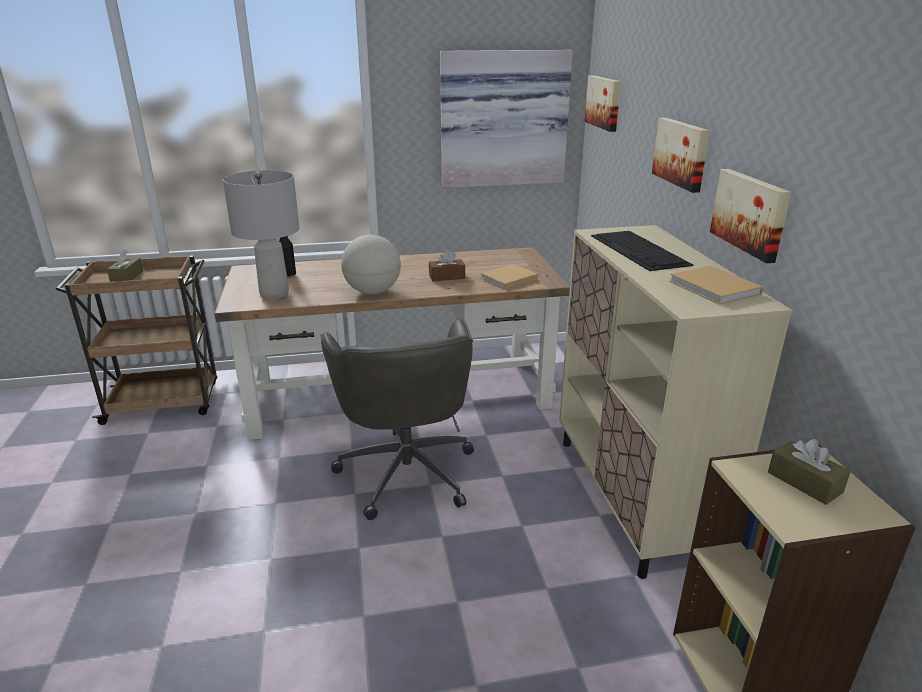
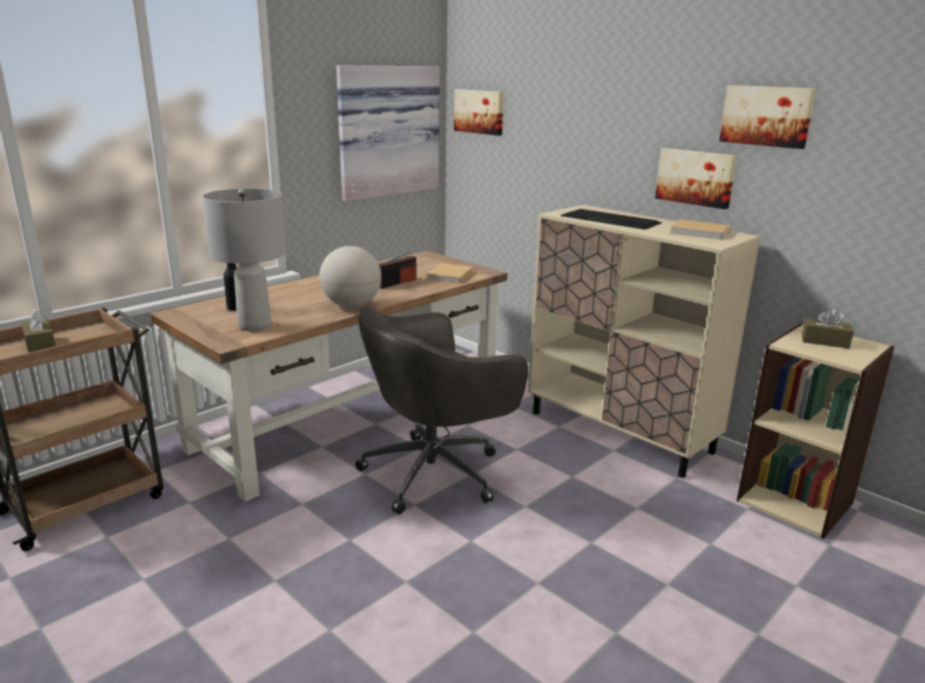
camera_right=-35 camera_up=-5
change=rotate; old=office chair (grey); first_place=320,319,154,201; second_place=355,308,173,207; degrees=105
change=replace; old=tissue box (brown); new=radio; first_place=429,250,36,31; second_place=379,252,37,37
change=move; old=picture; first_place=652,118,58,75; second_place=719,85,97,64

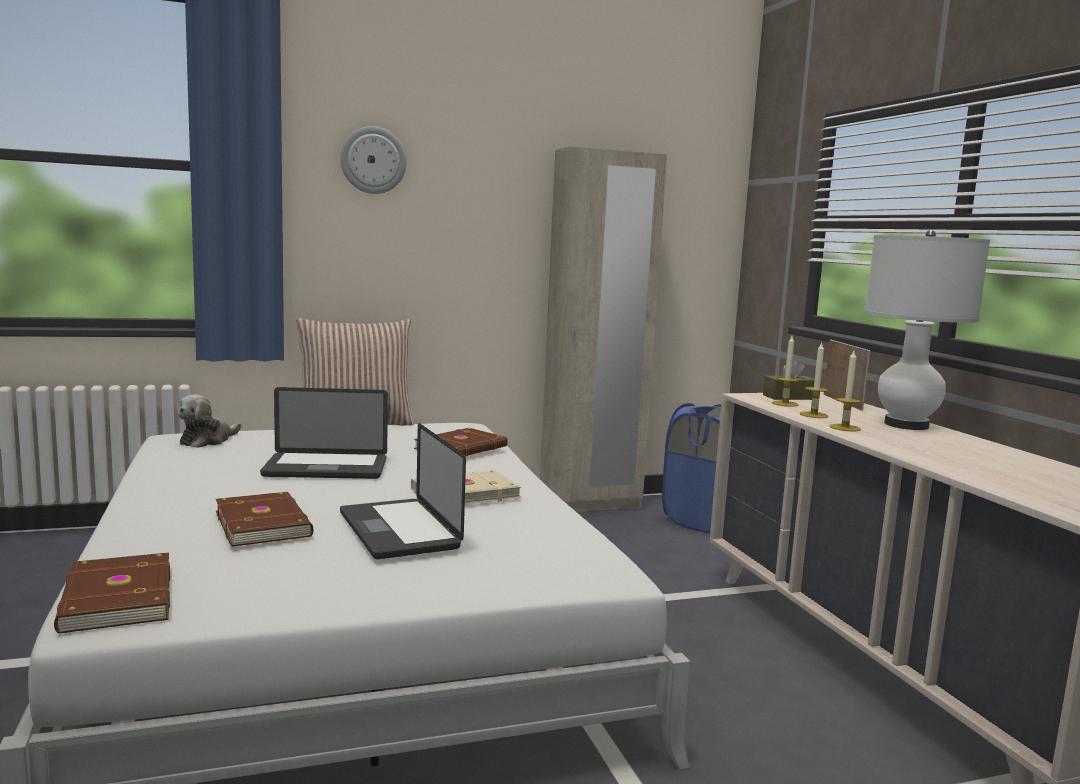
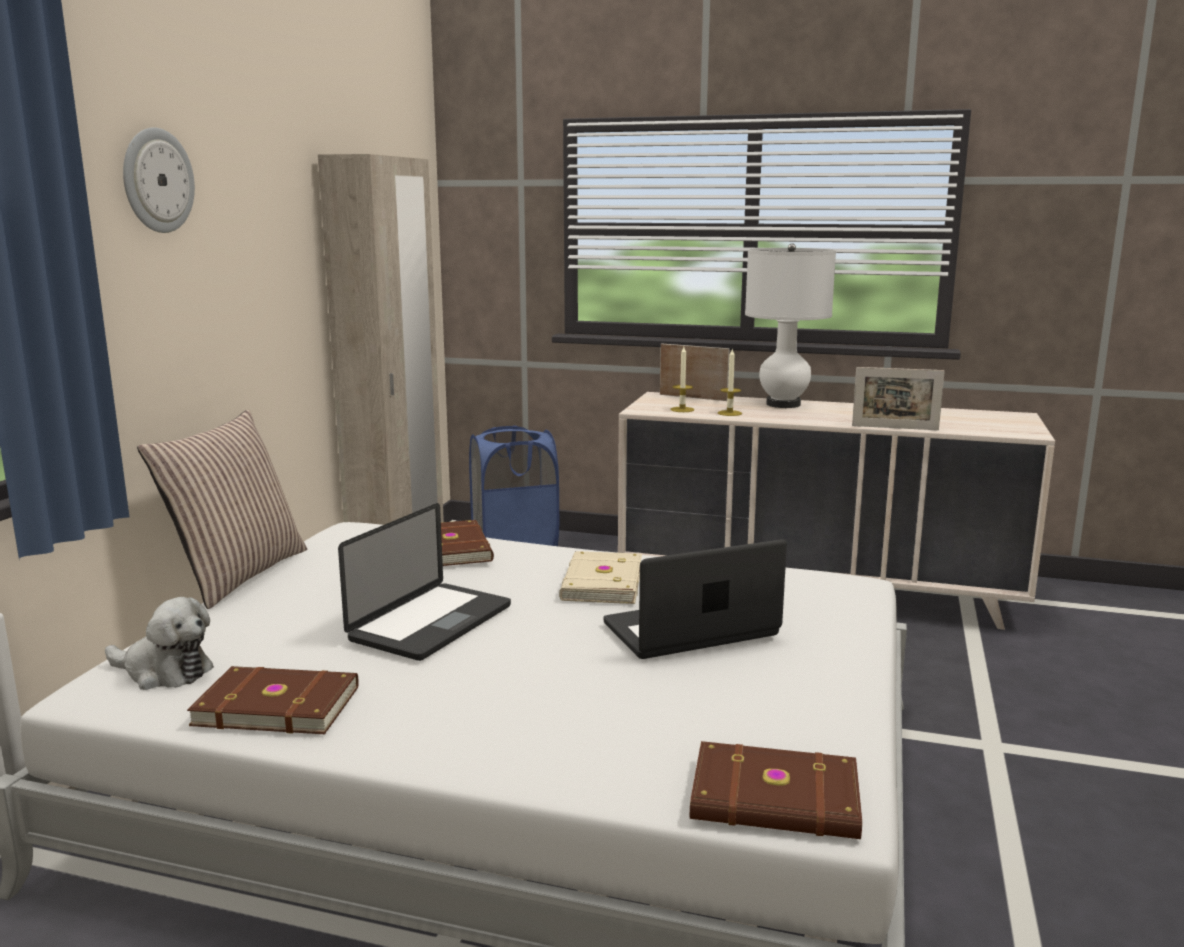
camera_right=-55 camera_up=5
change=rotate; old=plush toy; first_place=177,394,64,54; second_place=105,597,109,93; degrees=-45
change=move; old=book (brown); first_place=216,492,97,55; second_place=187,666,172,68
change=rotate; old=laptop; first_place=340,423,126,136; second_place=604,539,183,120; degrees=150
change=delete; old=tissue box (brown); first_place=763,359,52,41
change=delete; old=candle; first_place=830,351,32,80
change=insert; new=picture frame; second_place=852,367,93,63

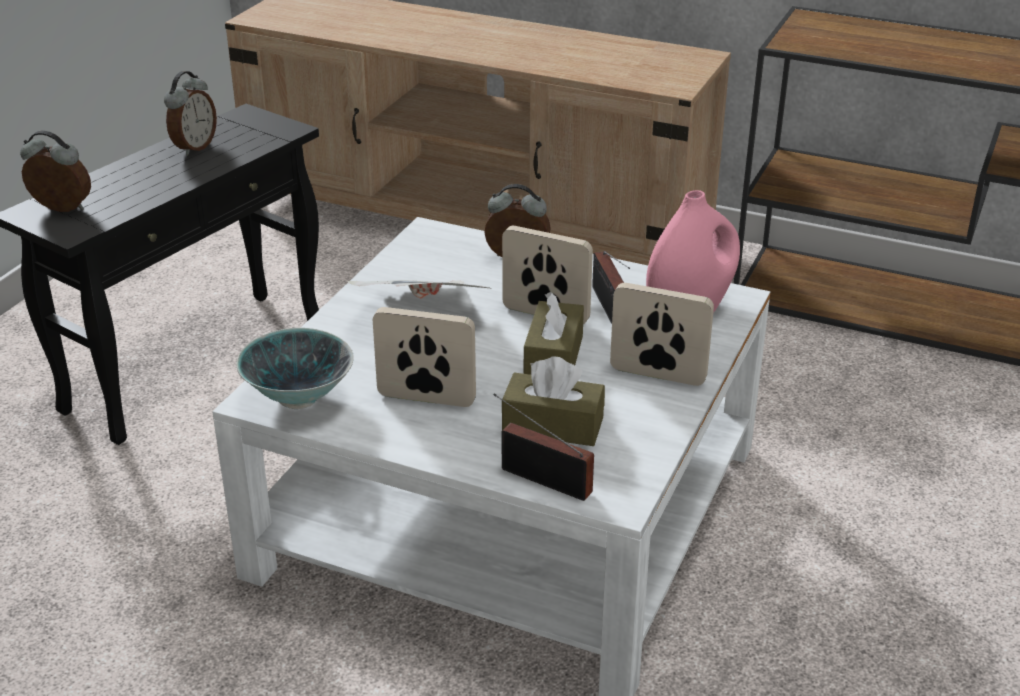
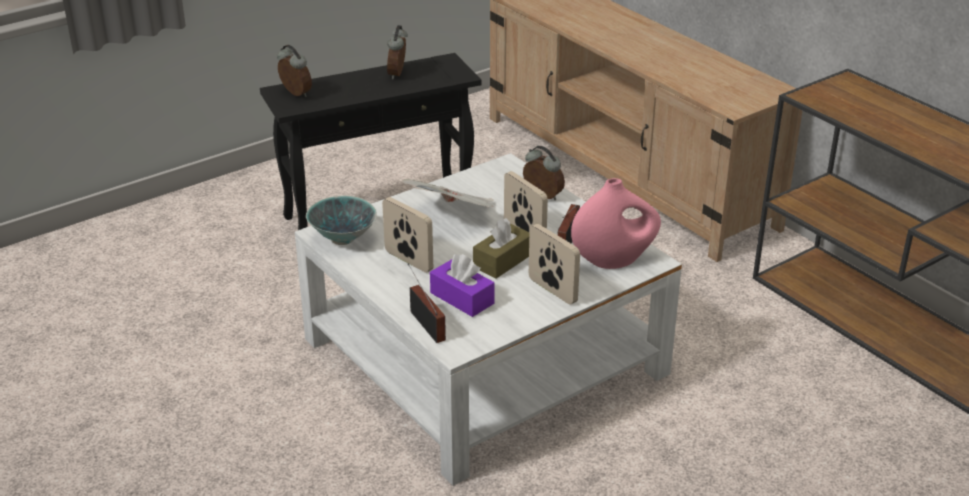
camera_right=30 camera_up=0
change=rotate; old=alarm clock; first_place=164,71,53,85; second_place=387,25,21,54; degrees=135
change=recolor; old=tissue box (brown); new=tissue box (purple); first_place=502,357,103,89; second_place=430,254,65,63

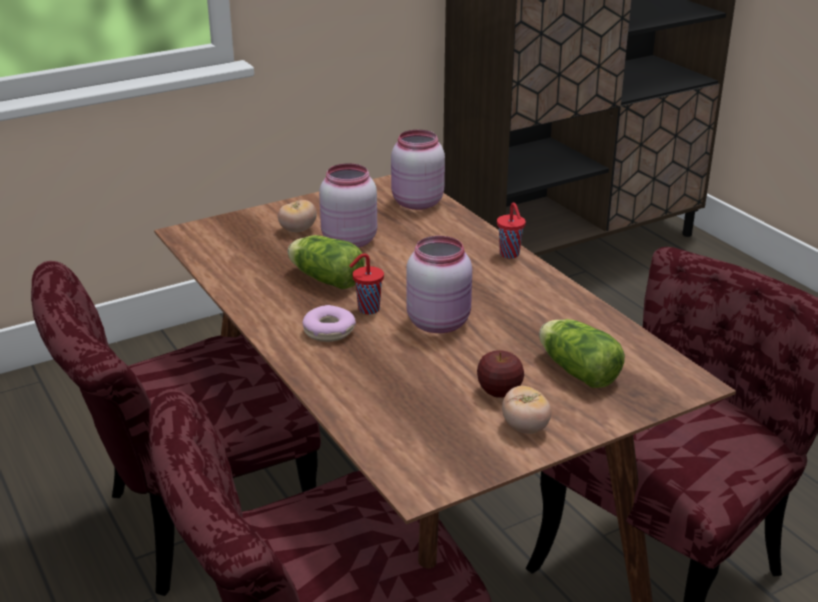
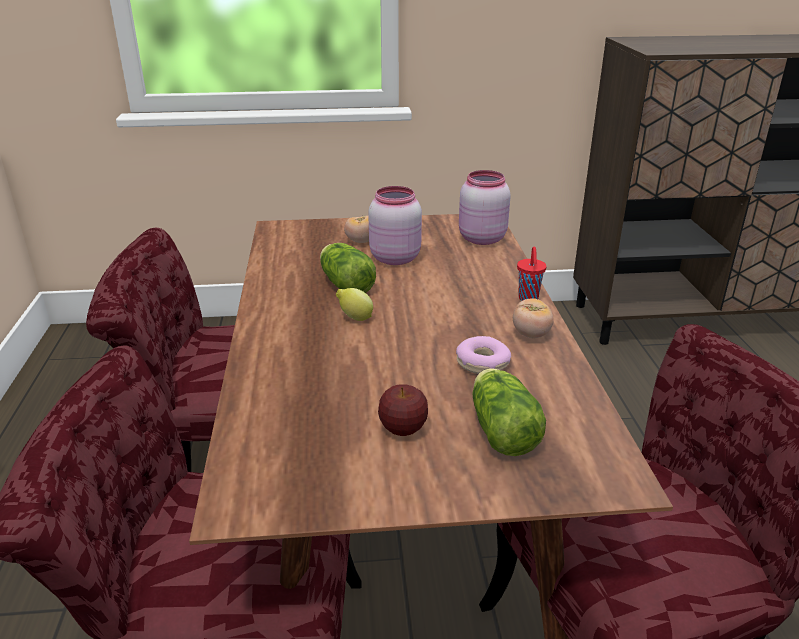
camera_right=25 camera_up=0
change=move; old=donut; first_place=303,305,53,37; second_place=456,336,55,38
change=replace; old=cup (red); new=lemon; first_place=349,253,35,61; second_place=336,288,37,33
change=delete; old=jar (pink); first_place=406,236,66,97
change=move; old=tomato; first_place=502,386,49,48; second_place=513,298,41,40

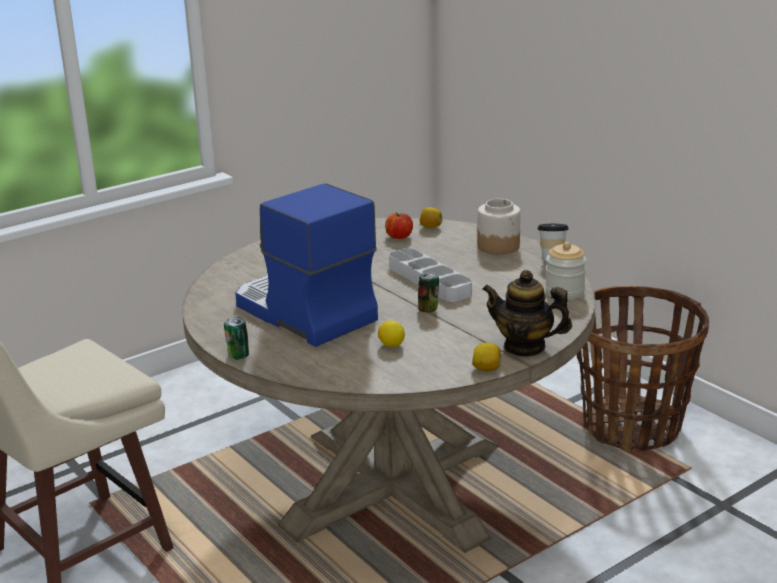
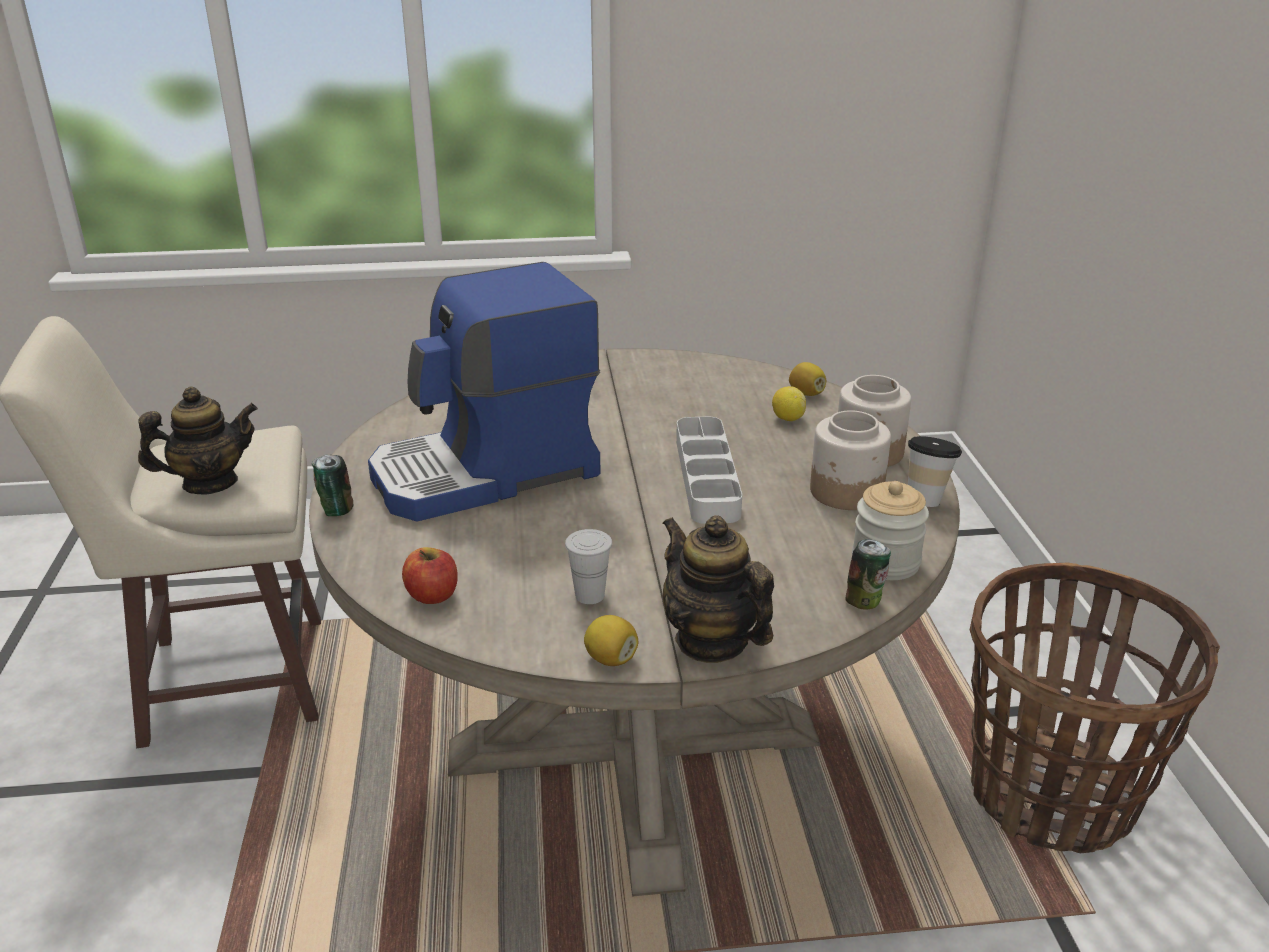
camera_right=30 camera_up=5
change=rotate; old=coffee machine; first_place=235,184,143,163; second_place=368,262,233,259; degrees=-105
change=move; old=lemon; first_place=378,320,27,27; second_place=772,386,34,35
change=move; old=apple; first_place=385,212,28,27; second_place=402,547,56,57
change=move; old=can; first_place=418,273,21,39; second_place=846,539,45,71
change=insert; new=teapot; second_place=138,386,120,109
change=insert; new=cup (white); second_place=565,529,47,75
change=insert; new=jar; second_place=810,410,81,100

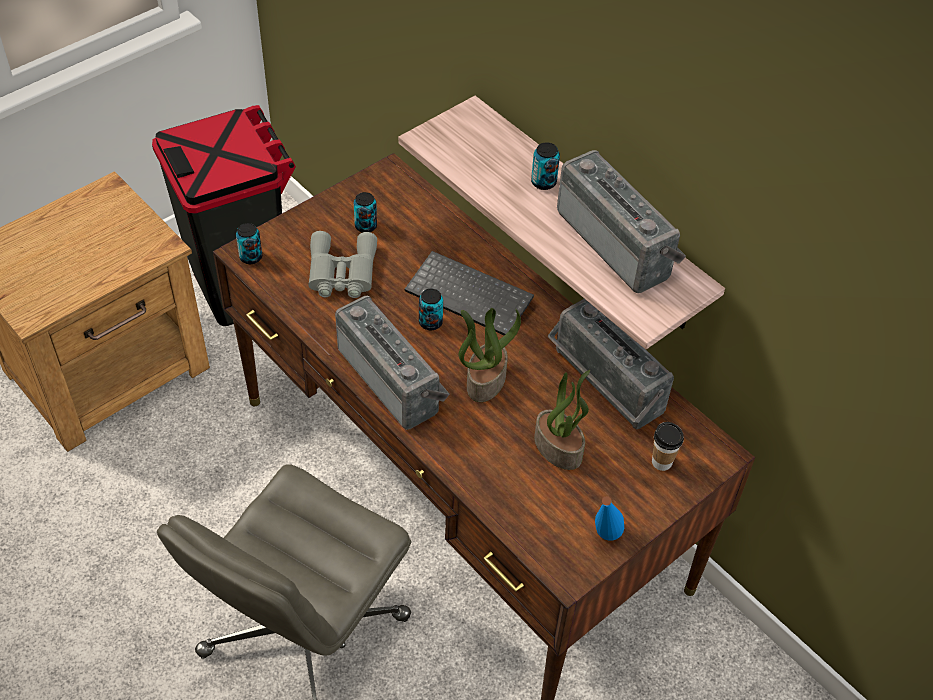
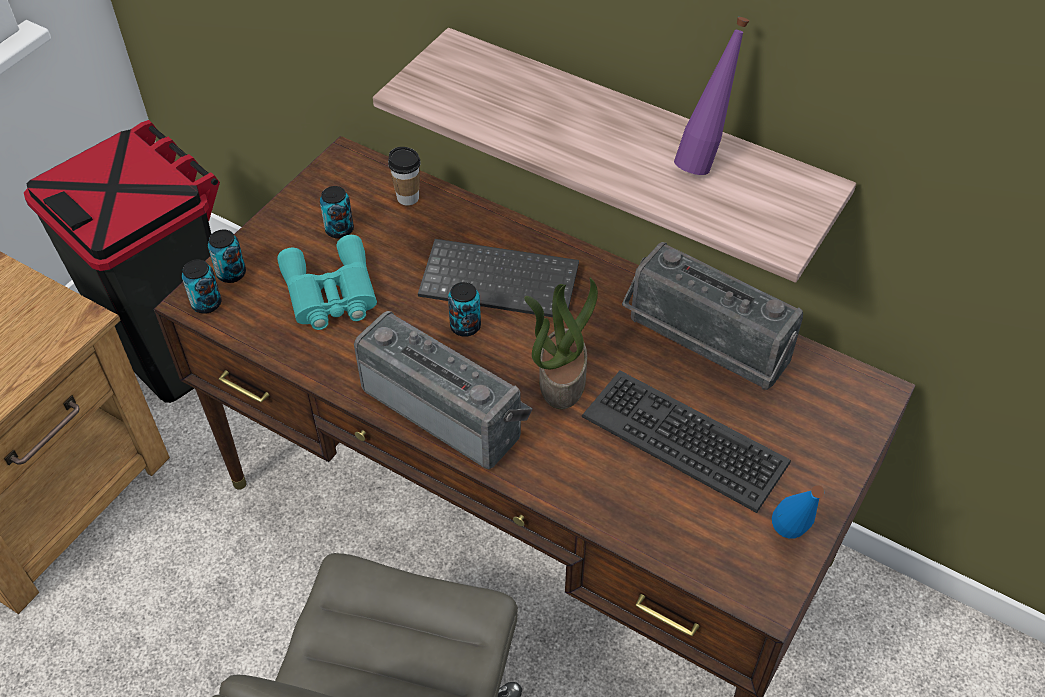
camera_right=-15 camera_up=0
change=recolor; old=binoculars (grey); new=binoculars (turquoise); first_place=308,231,69,67; second_place=277,235,100,95
change=move; old=can; first_place=531,142,29,48; second_place=208,230,38,53
change=replace; old=potted plant; new=keyboard; first_place=534,370,56,100; second_place=582,370,209,143
change=replace; old=radio; new=bottle (purple); first_place=557,150,129,143; second_place=674,17,75,158
change=move; old=cup; first_place=652,422,32,49; second_place=388,147,33,58

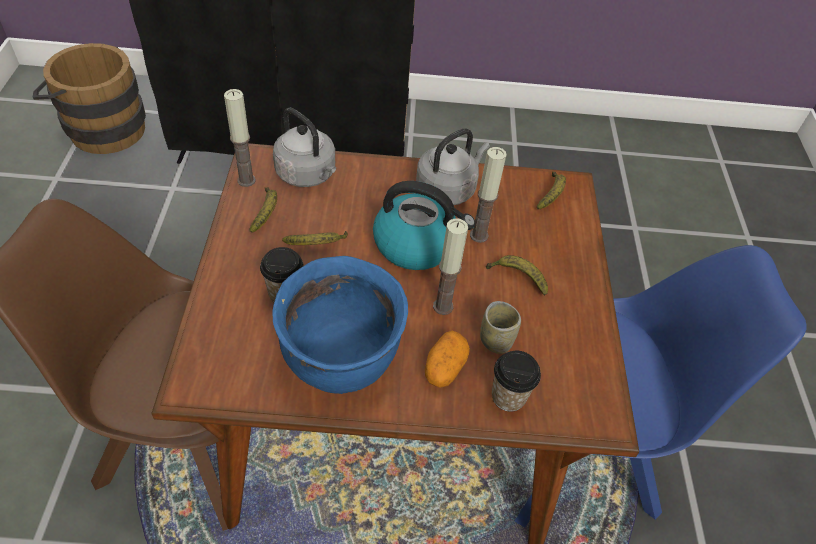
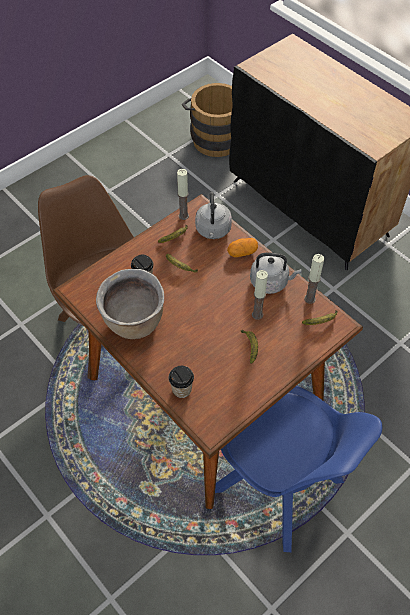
camera_right=50 camera_up=5
change=recolor; old=cooking pot (blue); new=cooking pot (brown); first_place=273,256,135,138; second_place=96,269,68,70
change=delete; old=kettle; first_place=373,181,102,89
change=move; old=potato; first_place=425,331,45,57; second_place=227,238,31,19
change=move; old=candle; first_place=433,218,35,97; second_place=304,254,20,50
change=delete; old=cup; first_place=480,301,41,53

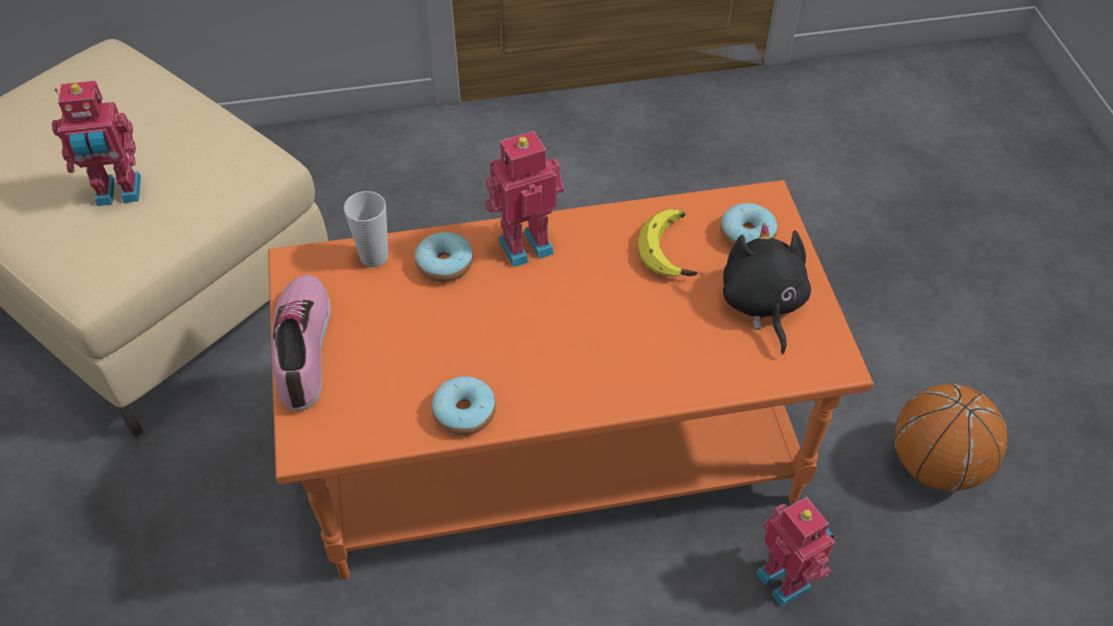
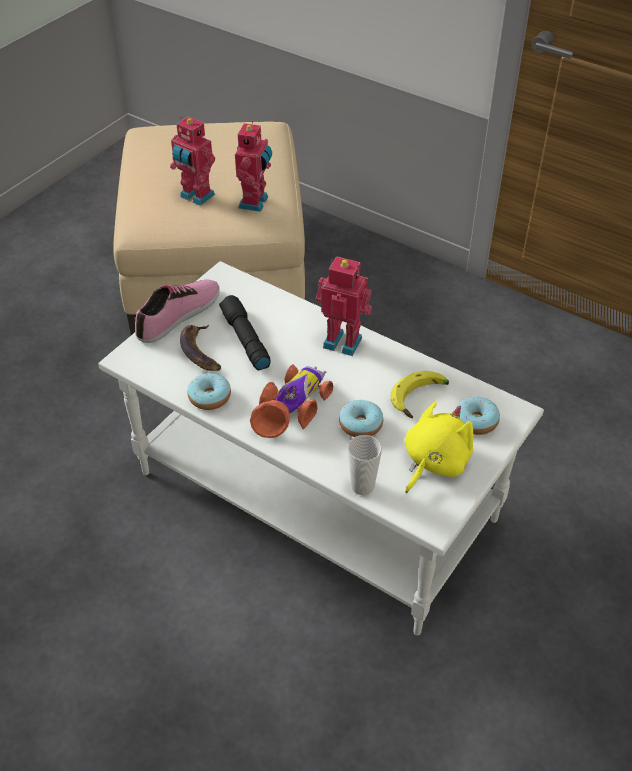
camera_right=45 camera_up=-5
change=recolor; old=coffee table (orange); new=coffee table (white); first_place=268,180,606,399; second_place=98,261,446,375
change=move; old=cup; first_place=343,191,45,76; second_place=348,435,34,60
change=move; old=donut; first_place=415,232,58,50; second_place=339,400,44,37
change=recolor; old=plush toy (black); new=plush toy (yellow); first_place=723,223,88,131; second_place=405,402,68,92
change=move; old=toy robot; first_place=756,497,79,110; second_place=235,120,37,92
change=delete; old=basketball; first_place=894,383,113,109
change=insert; new=banana; second_place=180,325,41,46
change=insert; new=flashlight (black); second_place=219,295,51,75
change=insert; new=toy car; second_place=250,365,83,73

